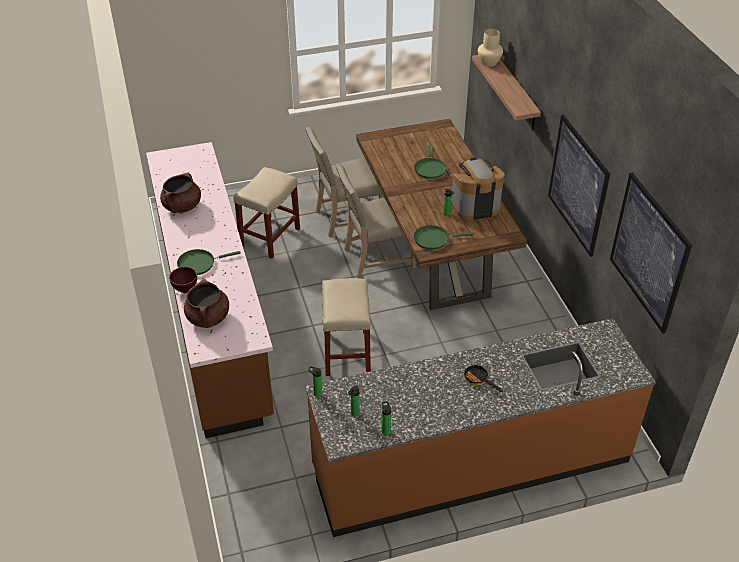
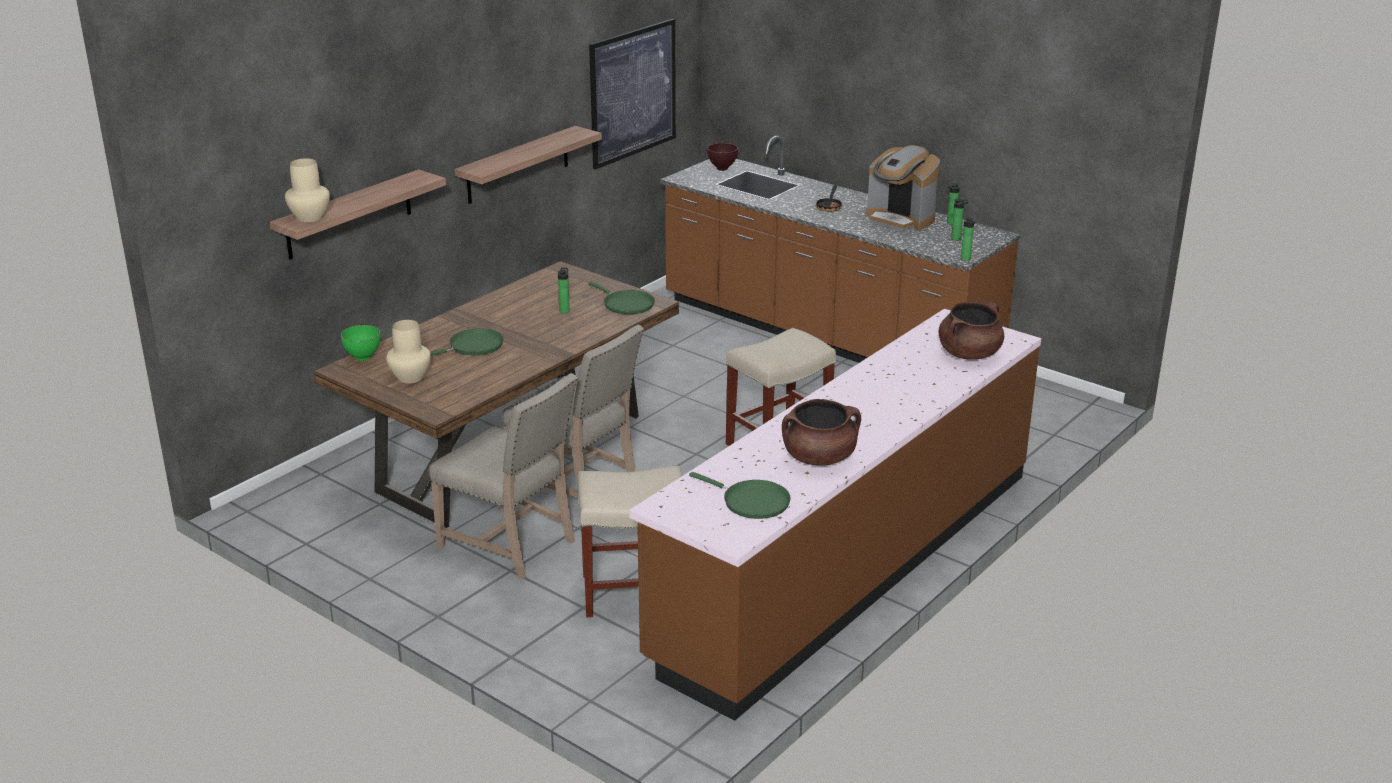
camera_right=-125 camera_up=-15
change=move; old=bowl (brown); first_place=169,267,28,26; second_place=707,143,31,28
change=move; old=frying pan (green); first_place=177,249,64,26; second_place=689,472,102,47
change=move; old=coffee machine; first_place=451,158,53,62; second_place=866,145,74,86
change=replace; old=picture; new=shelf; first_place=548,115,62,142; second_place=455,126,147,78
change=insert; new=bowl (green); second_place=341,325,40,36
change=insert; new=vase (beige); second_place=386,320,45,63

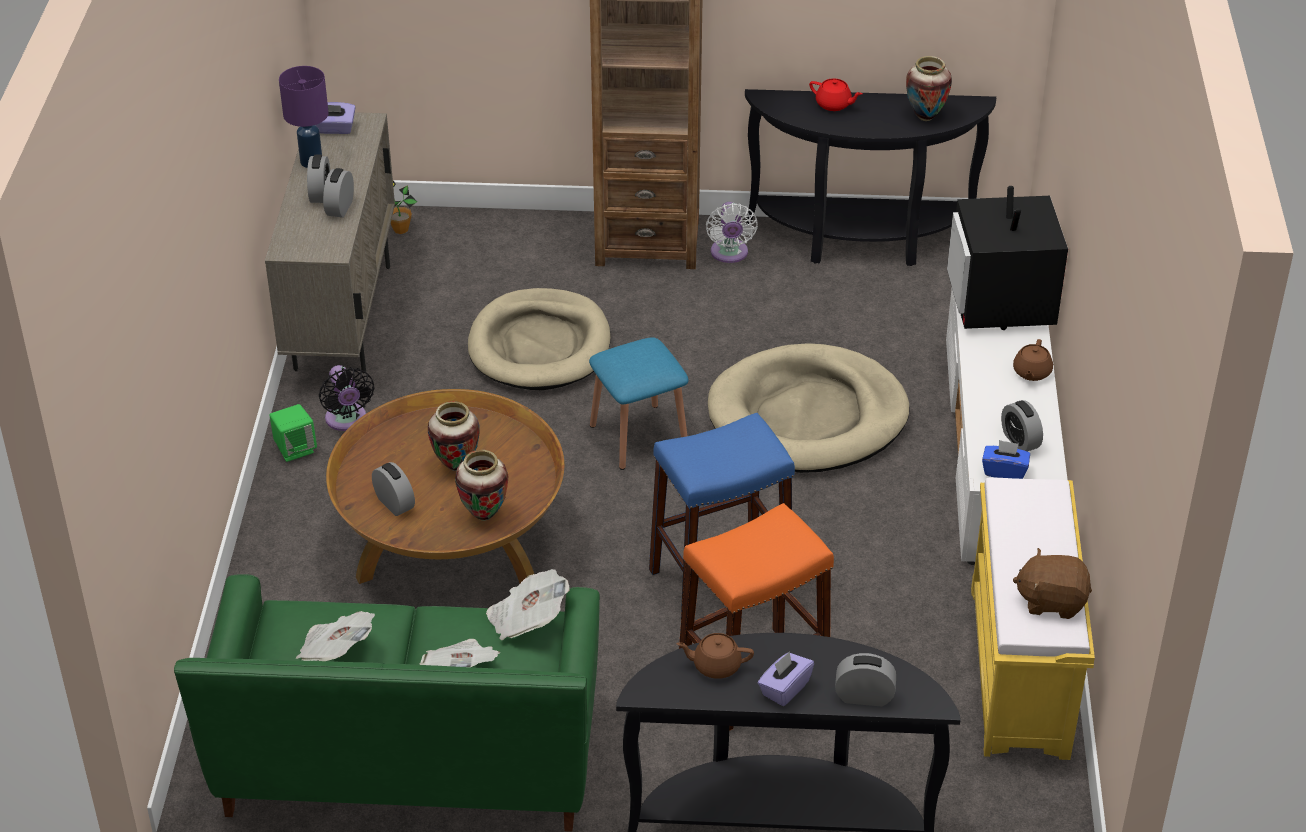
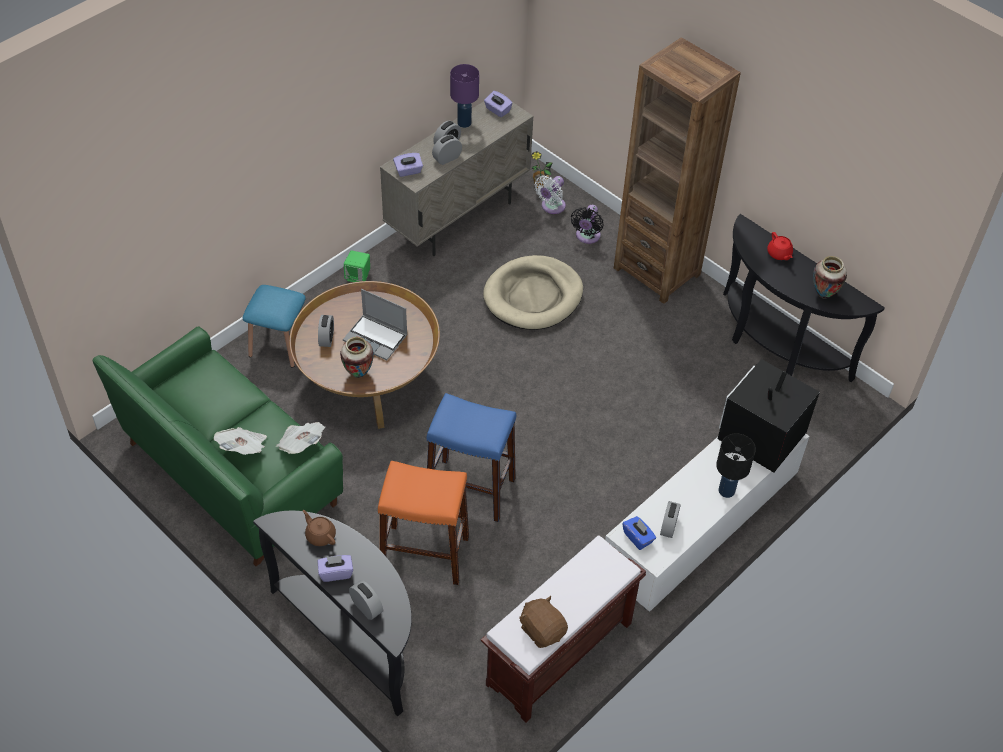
camera_right=40 camera_up=10
change=delete; old=newspaper; first_place=295,611,80,50
change=move; old=fan (black); first_place=319,365,55,66; second_place=571,205,32,39
change=replace; old=vase; new=laptop; first_place=428,401,52,70; second_place=343,289,65,71
change=move; old=stool (blue); first_place=589,337,99,133; second_place=243,285,63,83
change=move; old=fan (white); first_place=706,202,52,61; second_place=534,176,32,38
change=delete; old=dog bed (beige); first_place=708,343,202,130
change=recolor; old=bench (yellow); new=bench (brown); first_place=971,477,124,283; second_place=481,535,165,187
change=replace; old=teapot (brown); new=table lamp (black); first_place=1013,339,40,42; second_place=716,433,40,65
change=insert; new=tissue box (purple); second_place=393,153,30,24

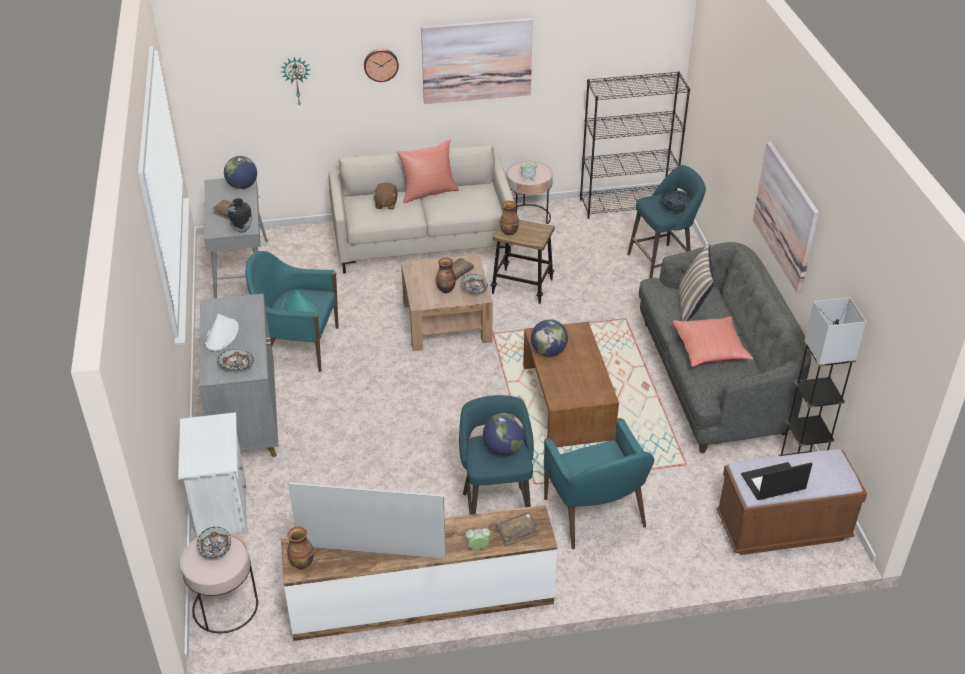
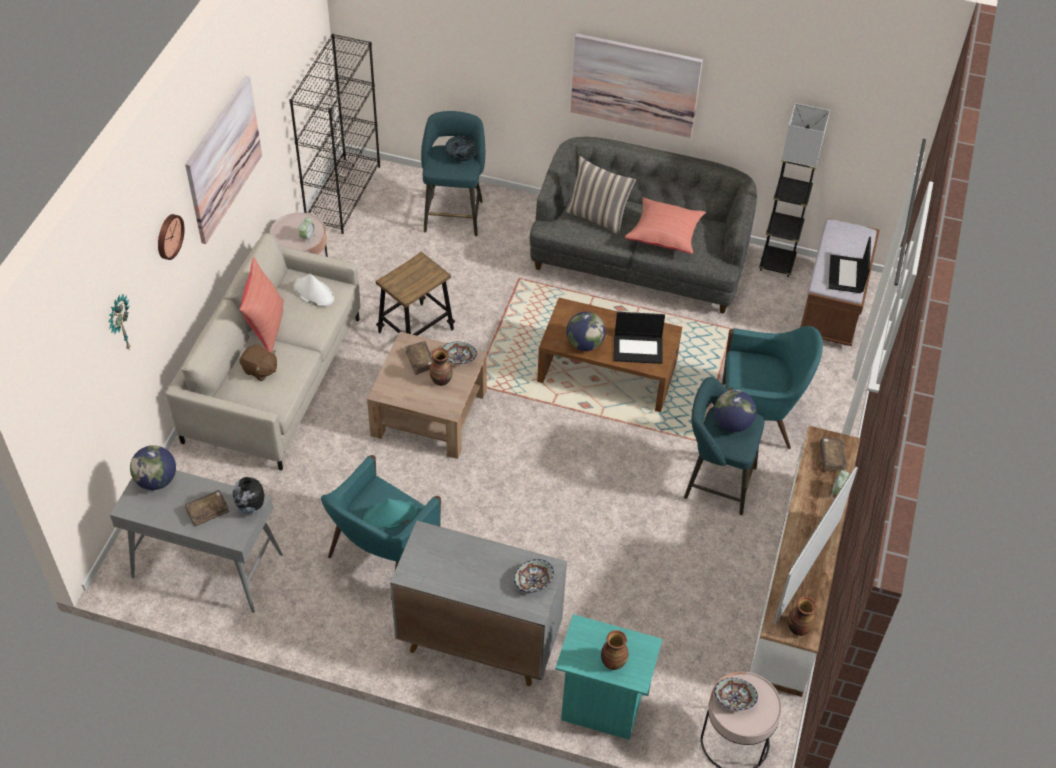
camera_right=-65 camera_up=10
change=recolor; old=nightstand (white); new=nightstand (turquoise); first_place=178,412,69,126; second_place=555,614,108,126
change=move; old=hat (white); first_place=205,314,34,37; second_place=294,274,40,33
change=move; old=vase; first_place=500,201,19,34; second_place=601,630,28,40
change=insert; new=laptop; second_place=614,312,51,52

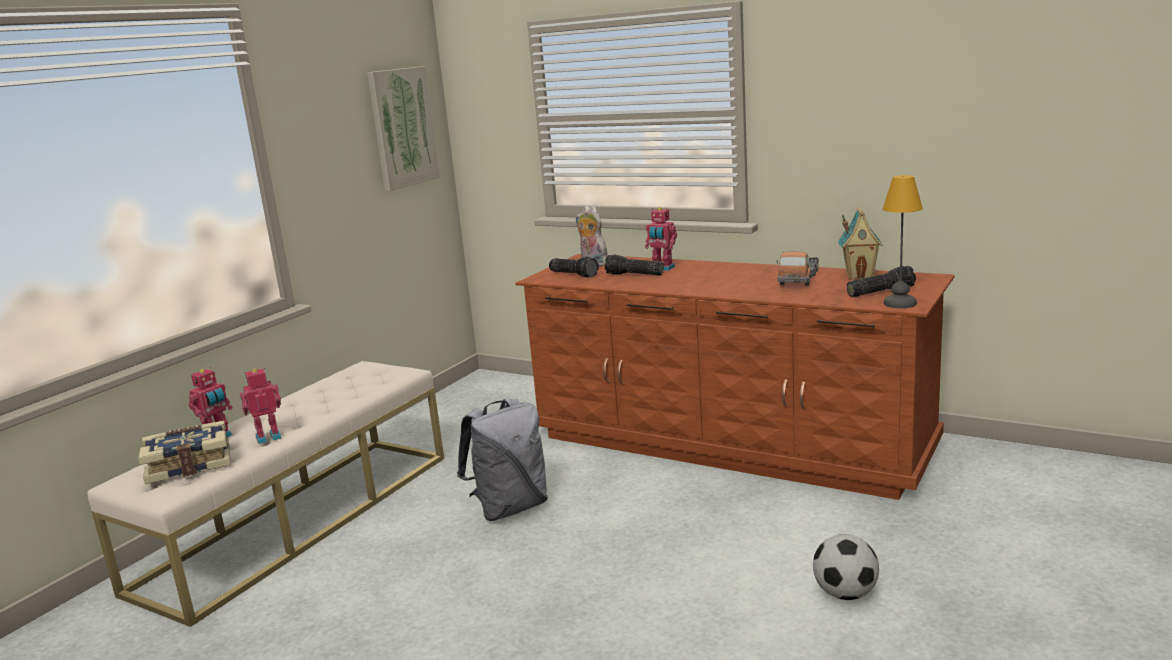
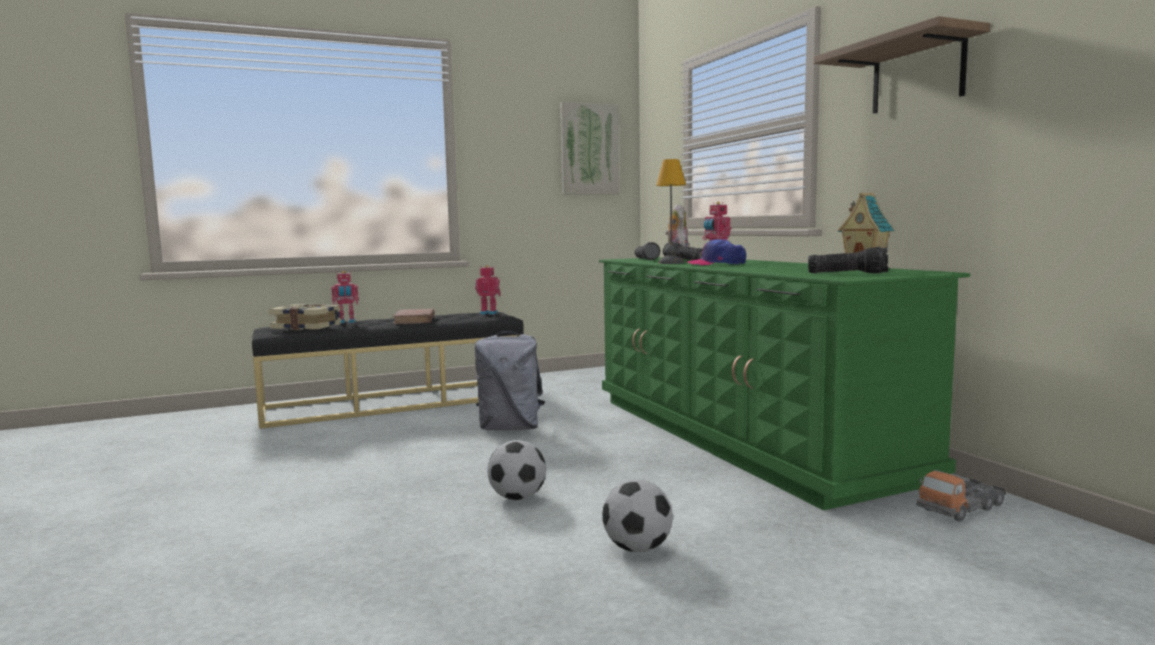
camera_right=35 camera_up=-10
change=recolor; old=bench (beige); new=bench (black); first_place=87,361,357,266; second_place=252,312,272,117
change=move; old=toy robot; first_place=239,368,43,76; second_place=475,265,26,50
change=recolor; old=dresser (brown); new=dresser (green); first_place=516,254,439,246; second_place=599,257,371,253
change=move; old=toy truck; first_place=776,252,43,34; second_place=917,470,89,52
change=move; old=table lamp; first_place=883,175,40,133; second_place=656,159,30,105
change=insert; new=book (brown); second_place=392,309,43,15
change=insert; new=football; second_place=487,440,59,60
change=insert; new=cap; second_place=687,239,59,26
change=insert; new=shelf; second_place=814,16,176,97

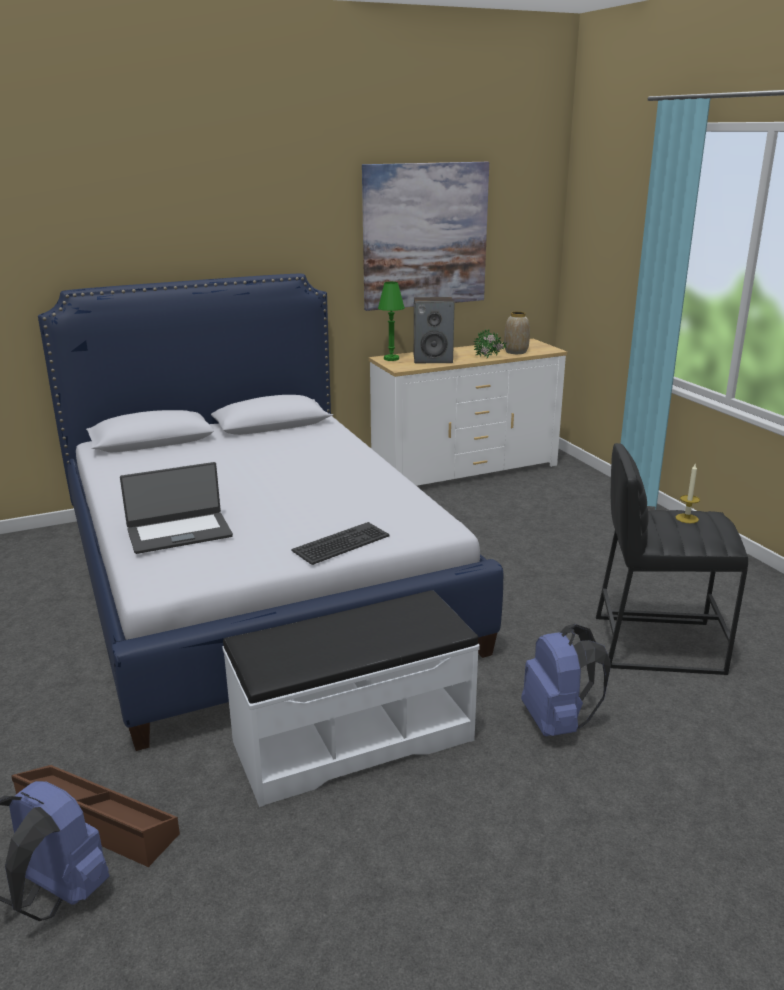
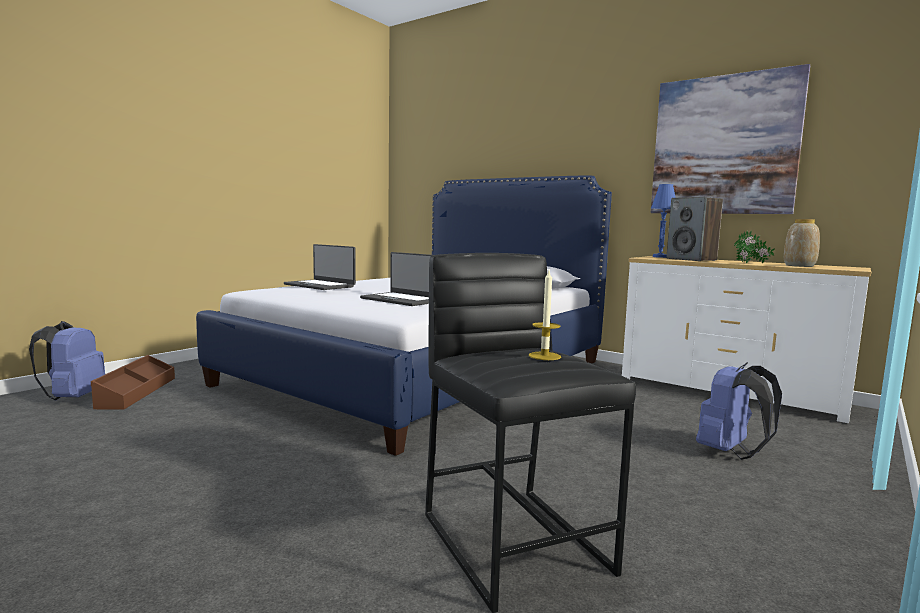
camera_right=60 camera_up=-15
change=delete; old=bench (white); first_place=222,590,258,217
change=delete; old=keyboard; first_place=291,522,99,43
change=recolor; old=table lamp (green); new=table lamp (blue); first_place=378,282,27,79; second_place=651,184,25,74
change=move; old=backpack (blue); first_place=521,624,90,112; second_place=696,362,86,98
change=insert; new=laptop; second_place=360,252,73,54

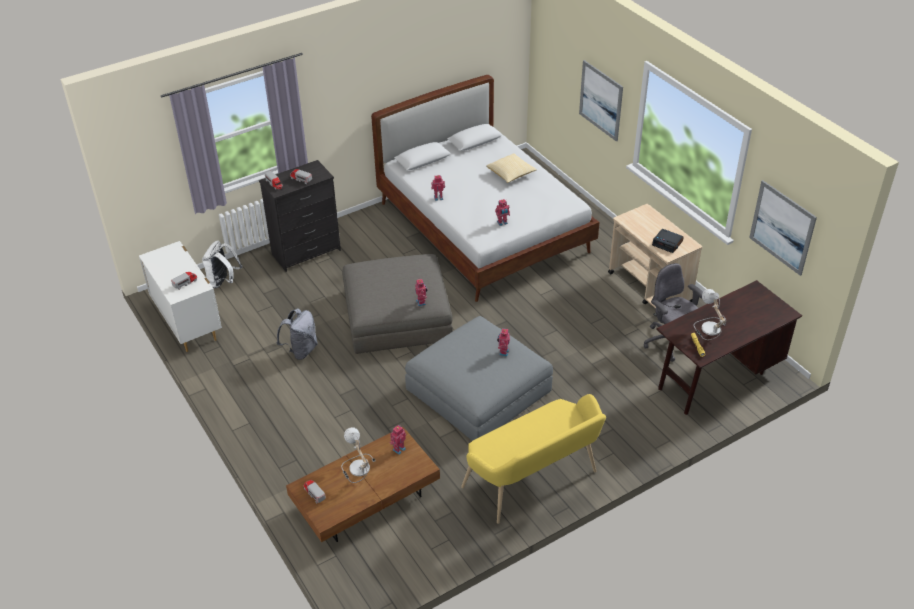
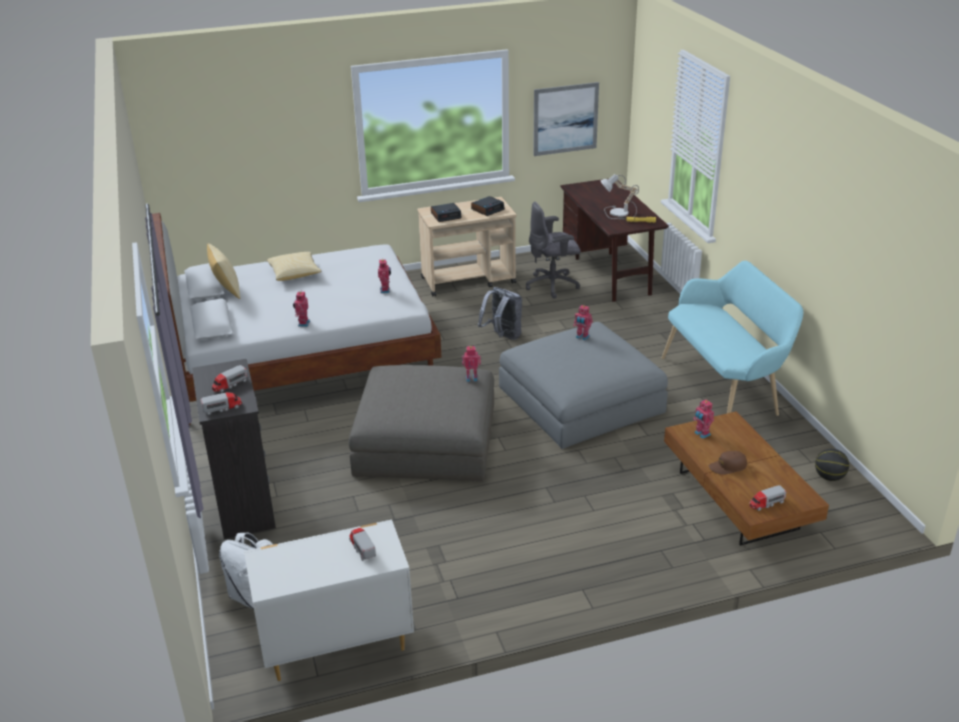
camera_right=-75 camera_up=-10
change=move; old=backpack (grey); first_place=277,308,41,52; second_place=478,287,44,53
change=replace; old=table lamp; new=cap (brown); first_place=341,427,35,56; second_place=709,451,38,24
change=recolor; old=bench (yellow); new=bench (turquoise); first_place=461,394,145,130; second_place=662,261,141,155
change=delete; old=picture; first_place=579,60,44,82
change=insert; new=pillow; second_place=207,243,33,56
change=insert; new=alarm clock; second_place=431,203,31,19
change=insert; new=basketball; second_place=815,449,34,32

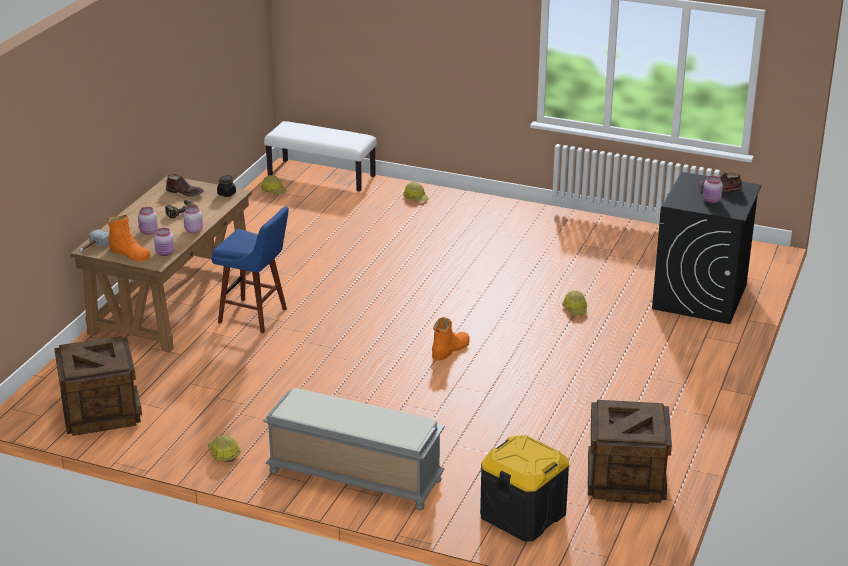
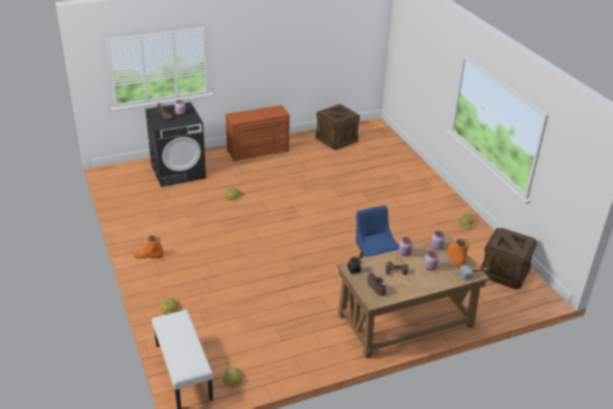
camera_right=-135 camera_up=5
change=delete; old=bench (grey); first_place=263,388,182,122
change=move; old=boot (orange); first_place=432,317,38,44; second_place=133,235,30,24
change=delete; old=storage box (black); first_place=480,435,89,107
change=insert; new=dresser (brown); second_place=225,105,65,57

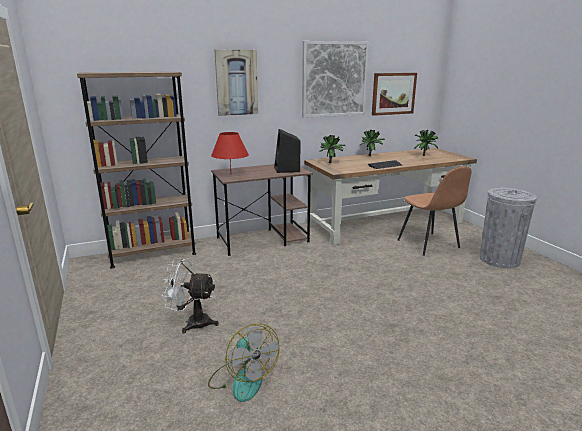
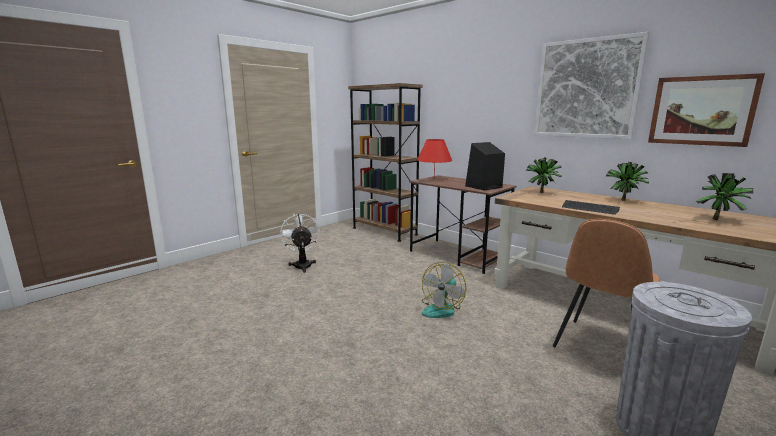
camera_right=65 camera_up=-5
change=move; old=fan; first_place=208,324,72,78; second_place=422,262,44,56
change=delete; old=picture; first_place=214,50,44,66

